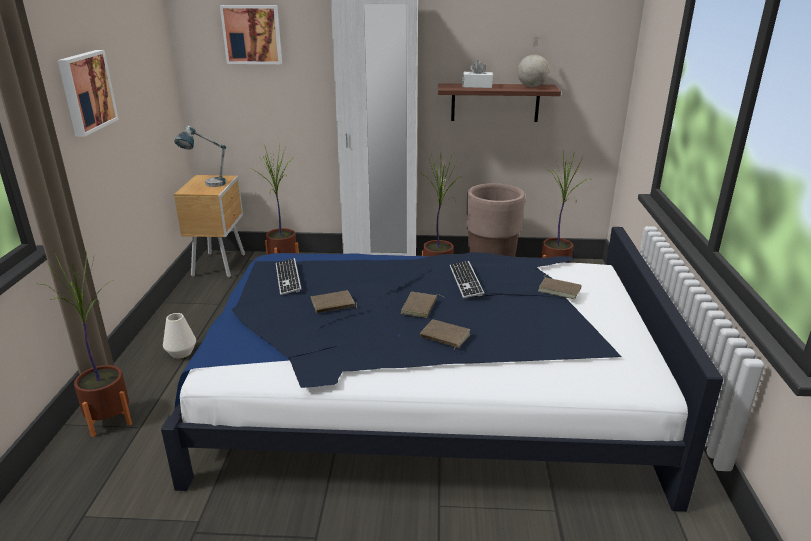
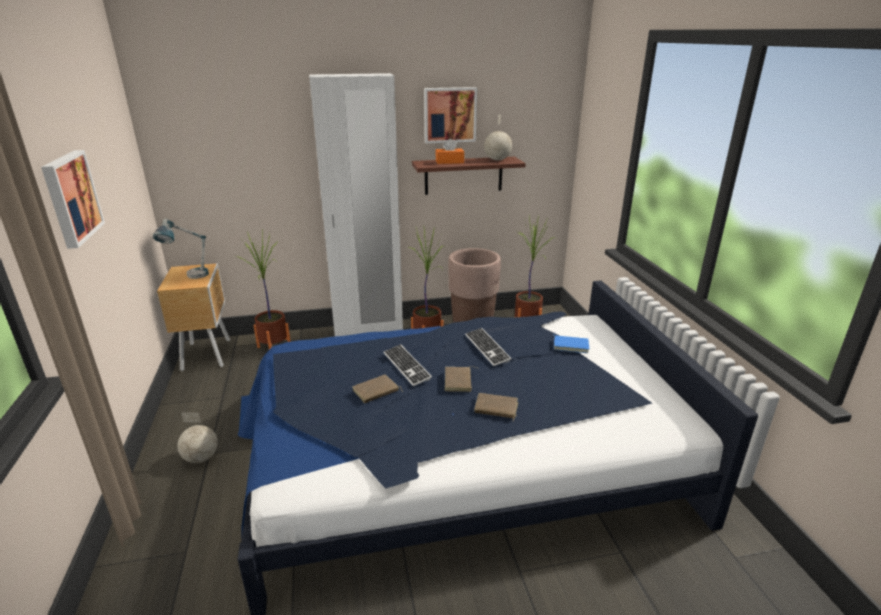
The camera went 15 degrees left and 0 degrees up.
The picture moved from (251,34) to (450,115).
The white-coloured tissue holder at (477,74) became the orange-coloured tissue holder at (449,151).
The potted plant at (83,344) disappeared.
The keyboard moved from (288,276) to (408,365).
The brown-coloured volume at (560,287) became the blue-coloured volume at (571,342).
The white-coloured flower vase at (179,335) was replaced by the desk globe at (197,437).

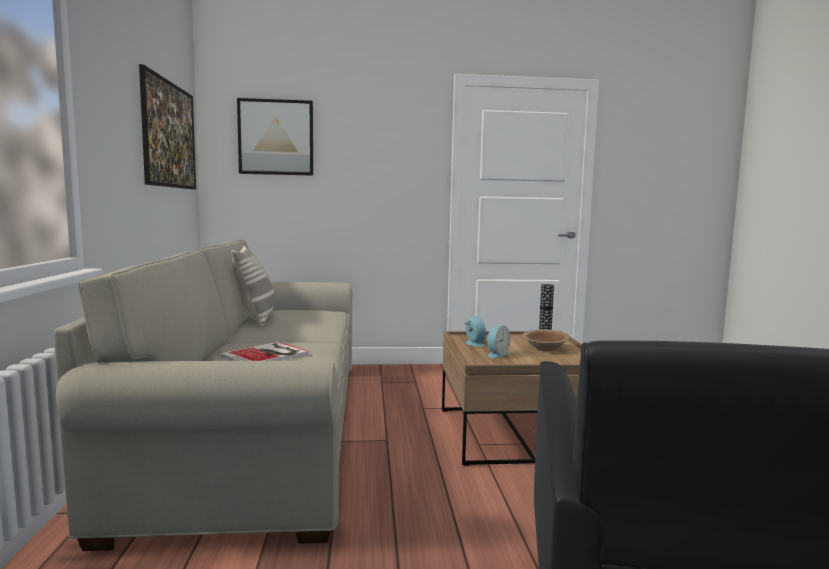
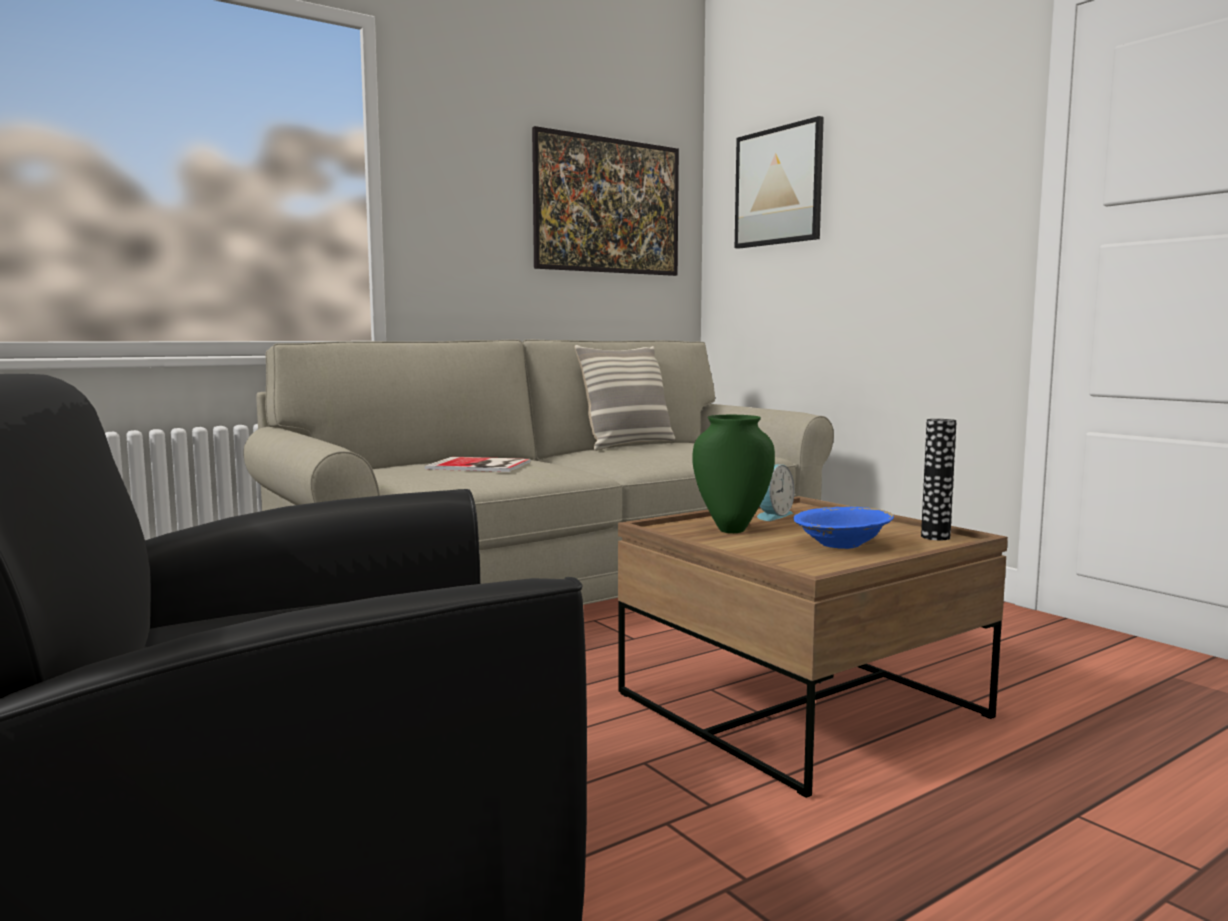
The camera went 60 degrees right and 0 degrees up.
The bedside clock at (498,342) was replaced by the green flower vase at (733,474).
The brown-coloured deep dish at (546,340) became the blue-coloured deep dish at (843,528).

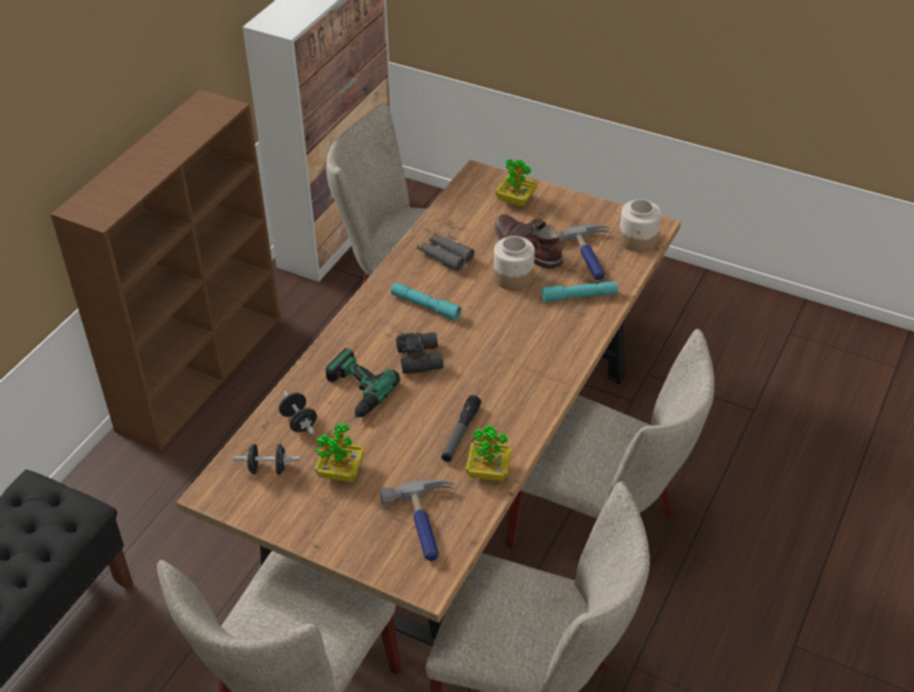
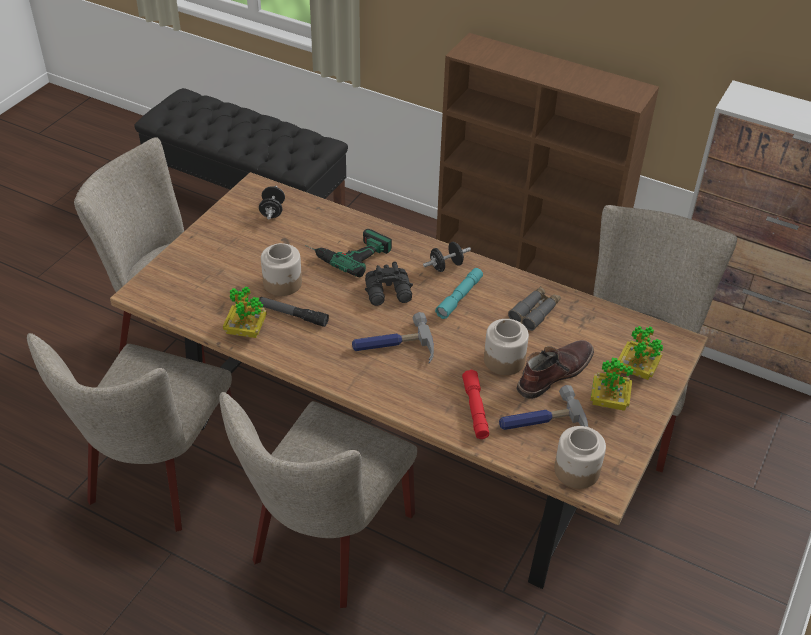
The camera went 90 degrees right and 0 degrees up.
The turquoise hand torch at (579,291) became the red-coloured hand torch at (475,404).
The black dumbbell moved from (298,412) to (447,257).
The potted plant moved from (339,452) to (611,384).
The hammer moved from (417,520) to (393,337).
The preserve jar at (281,269) appeared.

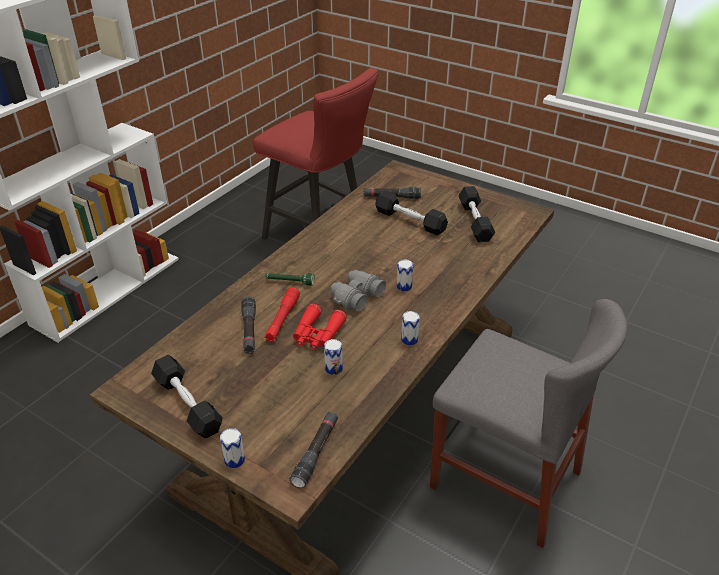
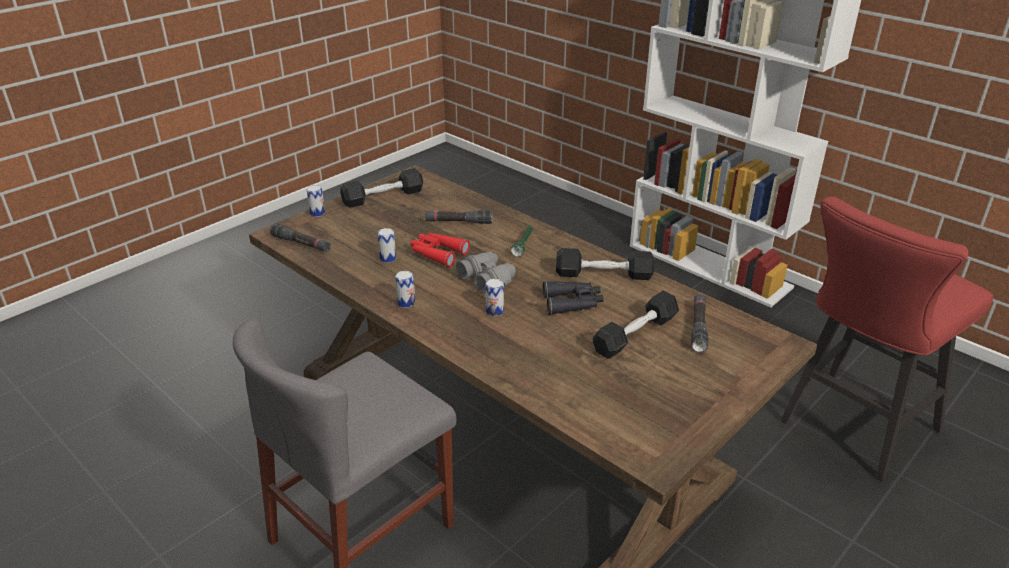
The camera went 100 degrees right and 5 degrees down.
The black dumbbell moved from (476,214) to (605,264).
The red-coloured hand torch at (282,314) disappeared.
The black pair of binoculars at (573,298) appeared.

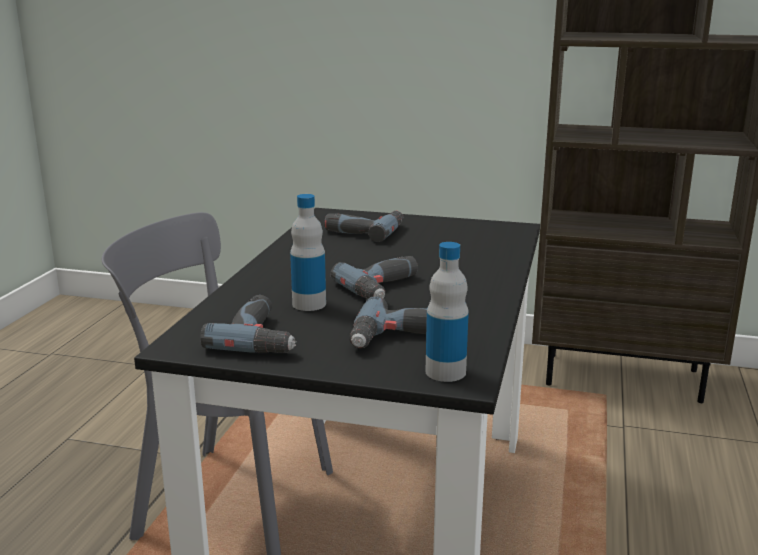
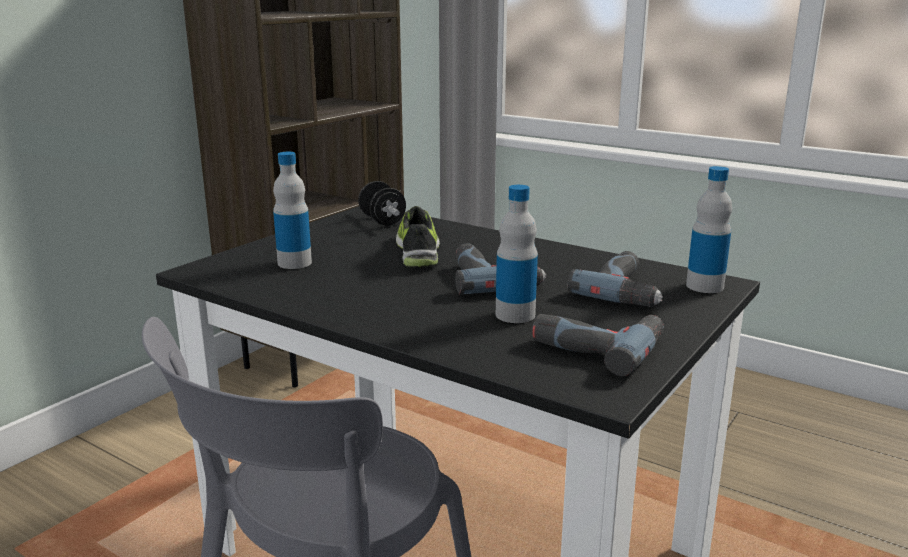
The camera went 70 degrees left and 0 degrees up.
The drill at (364,226) was replaced by the drink bottle at (292,210).
The black dumbbell at (382,203) appeared.
The shoe at (418,237) appeared.

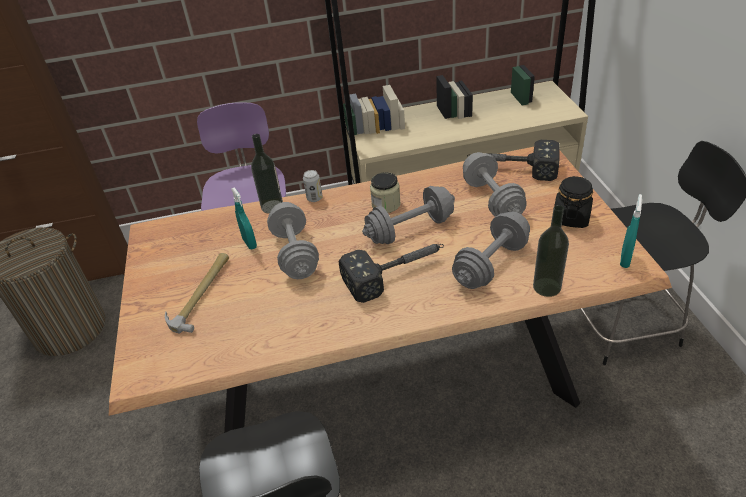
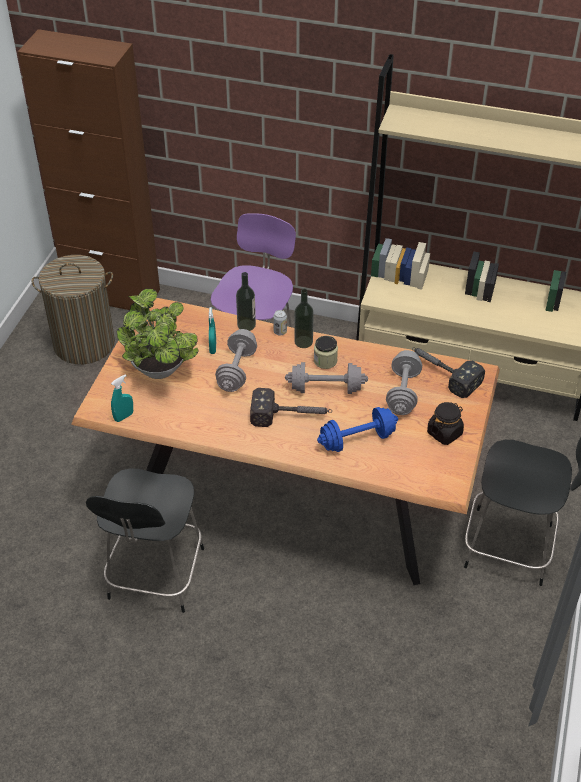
The camera went 25 degrees right and 5 degrees up.
The turquoise hand sprayer moved from (631,231) to (122,398).
The drink bottle moved from (551,251) to (304,318).
The greyish dumbbell at (491,250) became the blue-coloured dumbbell at (357,429).
The hammer at (197,293) was replaced by the potted plant at (158,334).

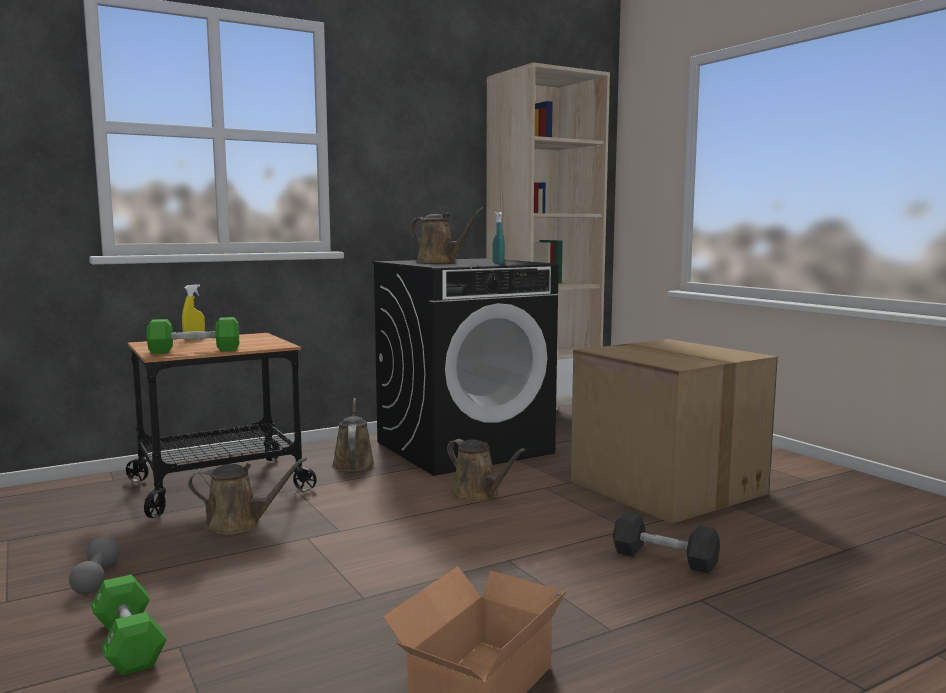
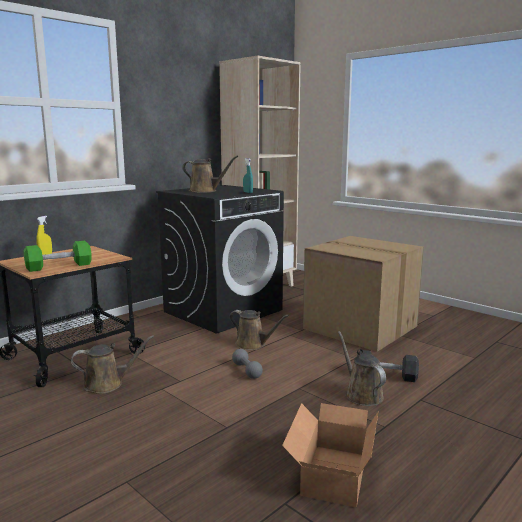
The camera went 15 degrees left and 5 degrees up.
The brown-coloured watering pot moved from (353,434) to (362,368).
The greyish dumbbell moved from (94,565) to (247,364).
The green dumbbell at (129,625) disappeared.

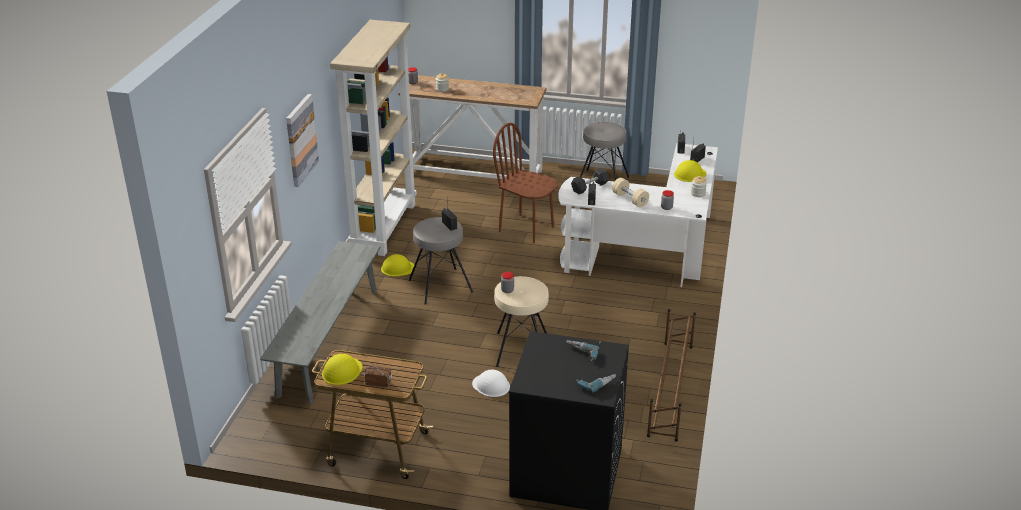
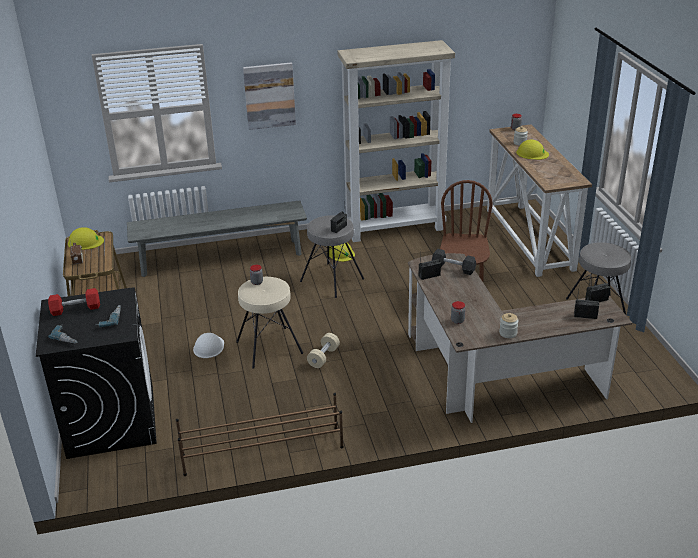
The camera went 65 degrees right and 0 degrees up.
The white-coloured desk table at (638,215) became the brown-coloured desk table at (520,338).
The yellow-coloured safety helmet moved from (690,171) to (532,150).
The sand-coloured dumbbell moved from (630,192) to (323,350).
The red-coloured dumbbell at (74,302) appeared.

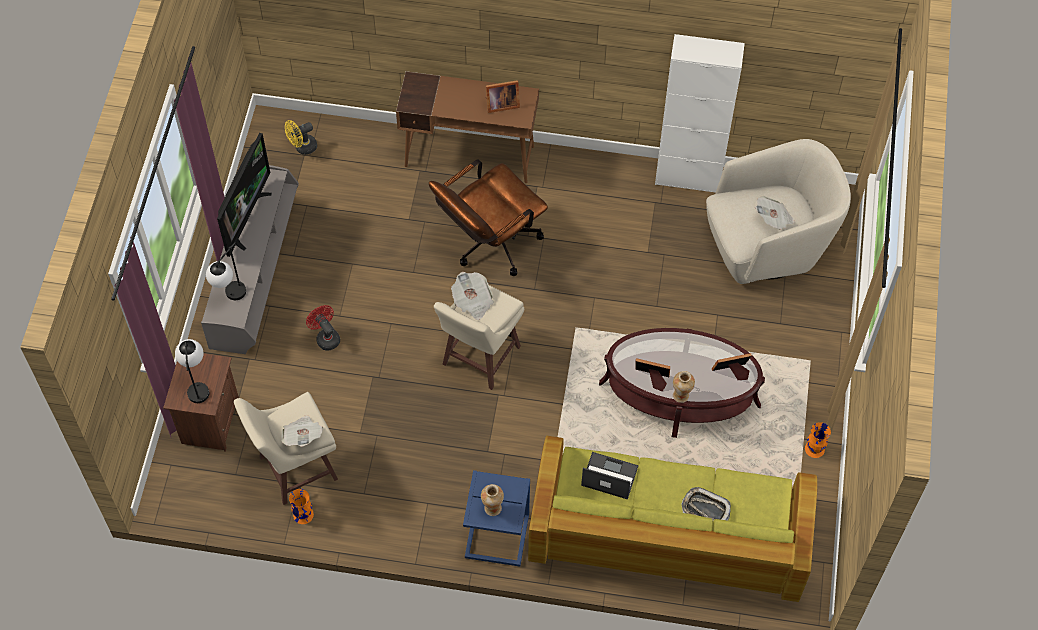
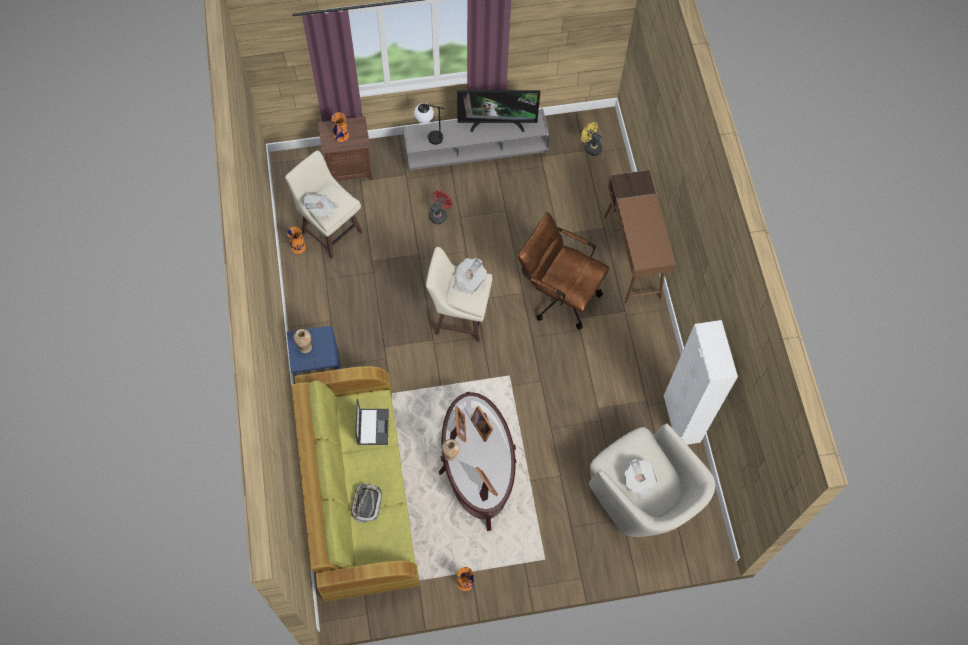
The camera went 70 degrees right and 5 degrees up.
The standing frame moved from (503,96) to (482,424).
The table lamp at (192,371) was replaced by the orange-coloured flower vase at (340,127).

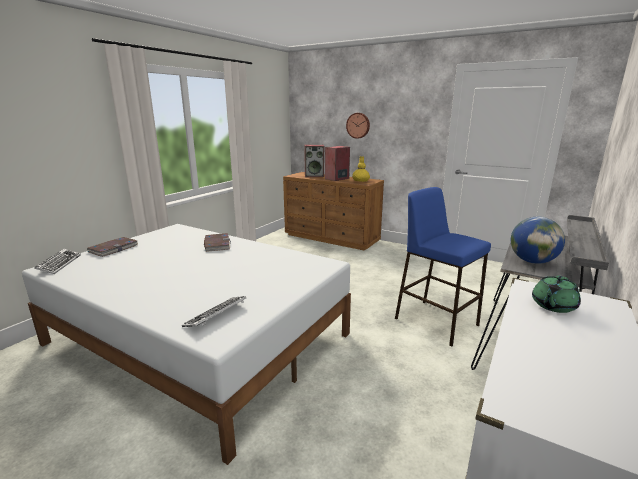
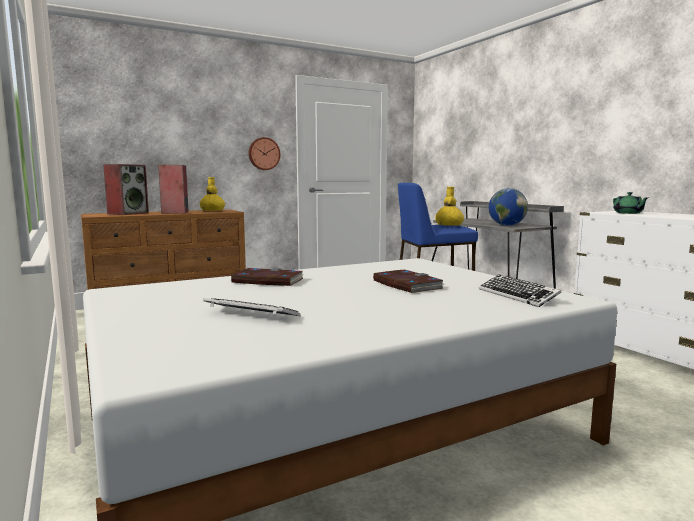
The camera went 60 degrees left and 10 degrees down.
The wall clock moved from (358,126) to (264,153).
The volume moved from (112,247) to (408,281).
The keyboard moved from (57,261) to (252,307).
The yellow-coloured flower vase at (449,206) appeared.

